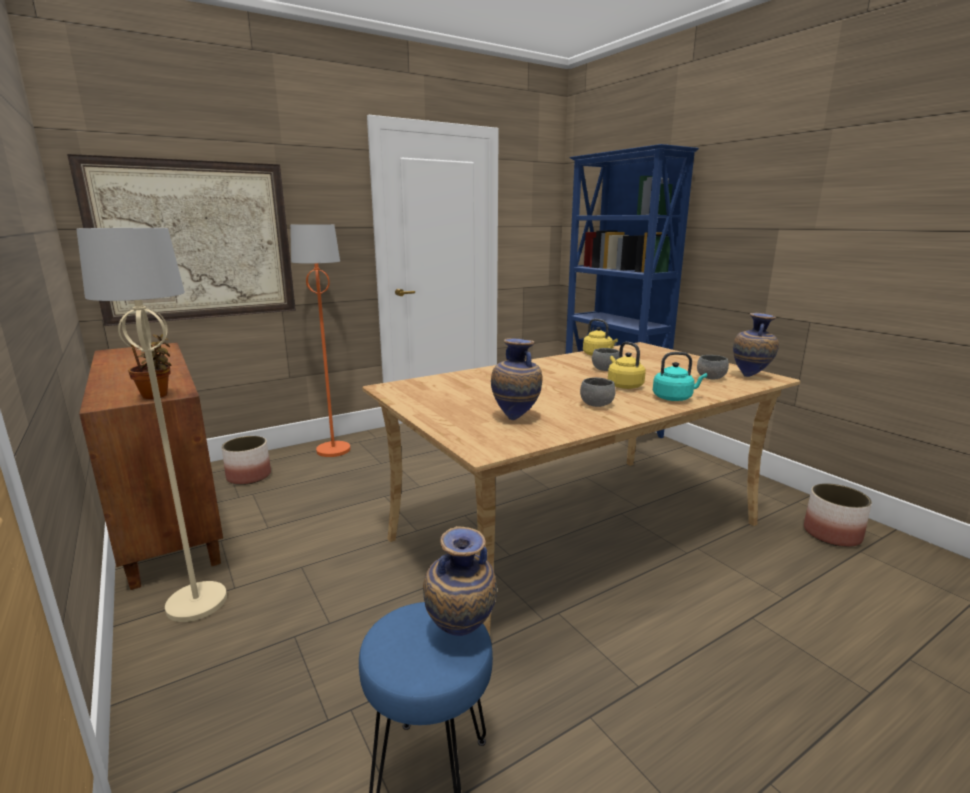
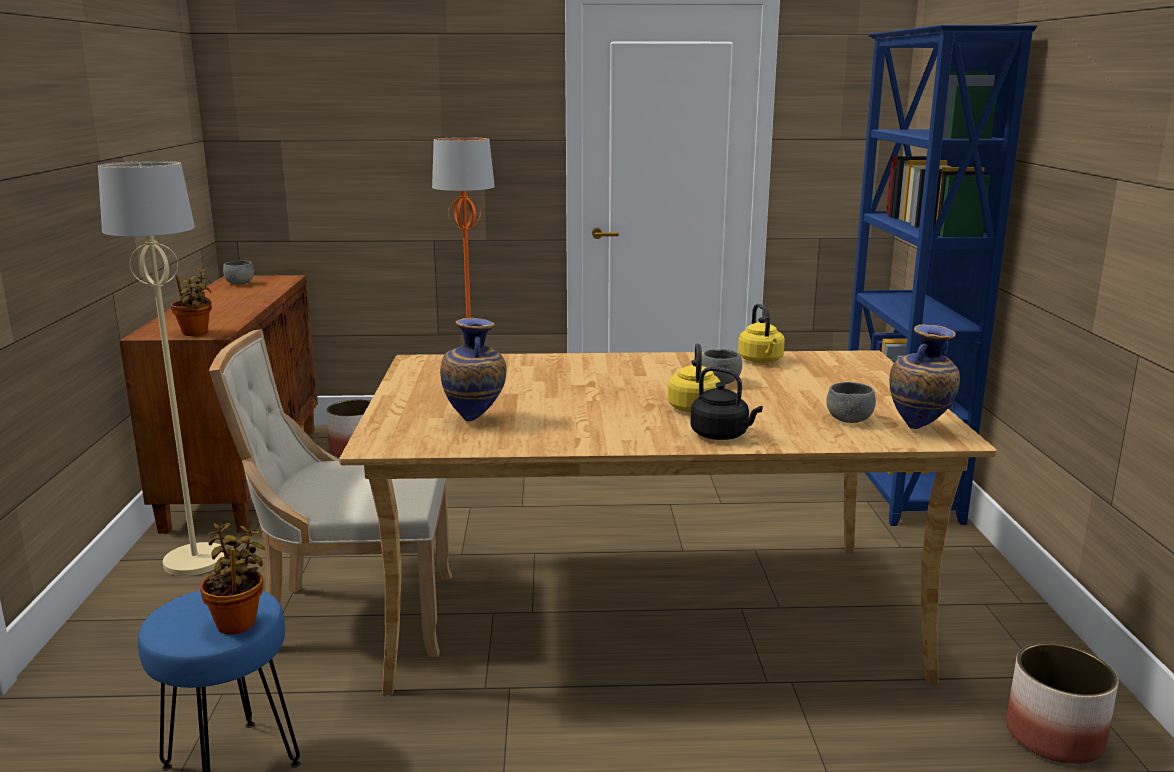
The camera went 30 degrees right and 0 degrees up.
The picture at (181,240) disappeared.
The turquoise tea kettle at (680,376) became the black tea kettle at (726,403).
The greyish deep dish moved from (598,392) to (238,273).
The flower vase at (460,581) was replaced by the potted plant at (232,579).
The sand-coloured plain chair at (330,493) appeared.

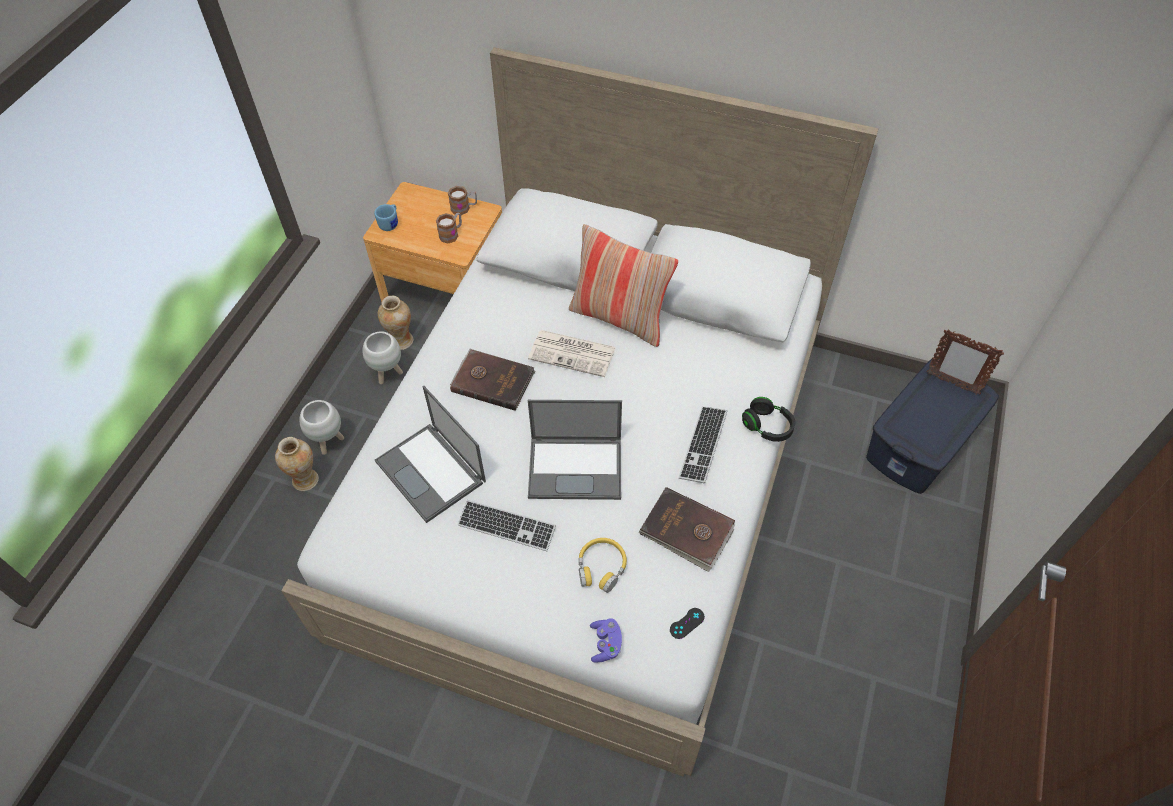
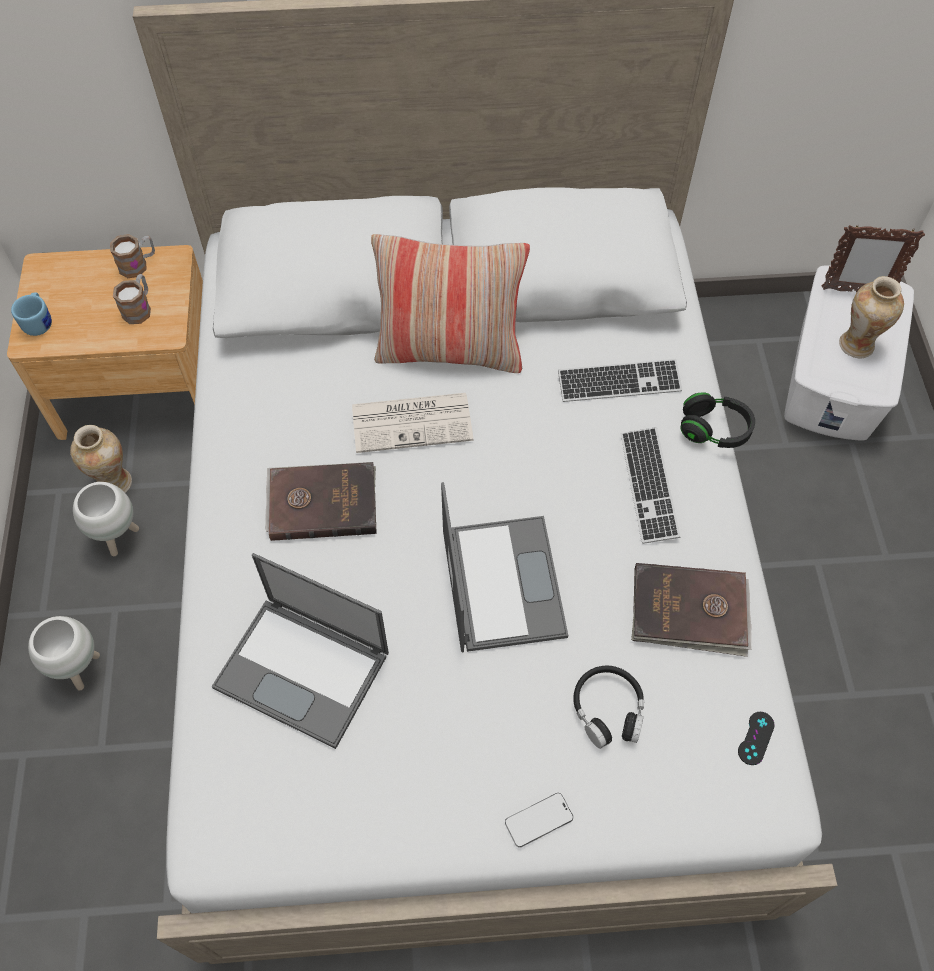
The camera went 25 degrees left and 5 degrees up.
The blue-coloured storage box at (932,426) became the white-coloured storage box at (849,353).
The laptop at (575,450) turned 75 degrees counterclockwise.
The flower vase moved from (297,464) to (871,317).
The keyboard moved from (507,525) to (620,380).
The yellow-coloured headphones at (603,565) became the black headphones at (608,707).
The purple game controller at (606,640) disappeared.
The telephone at (539,820) appeared.

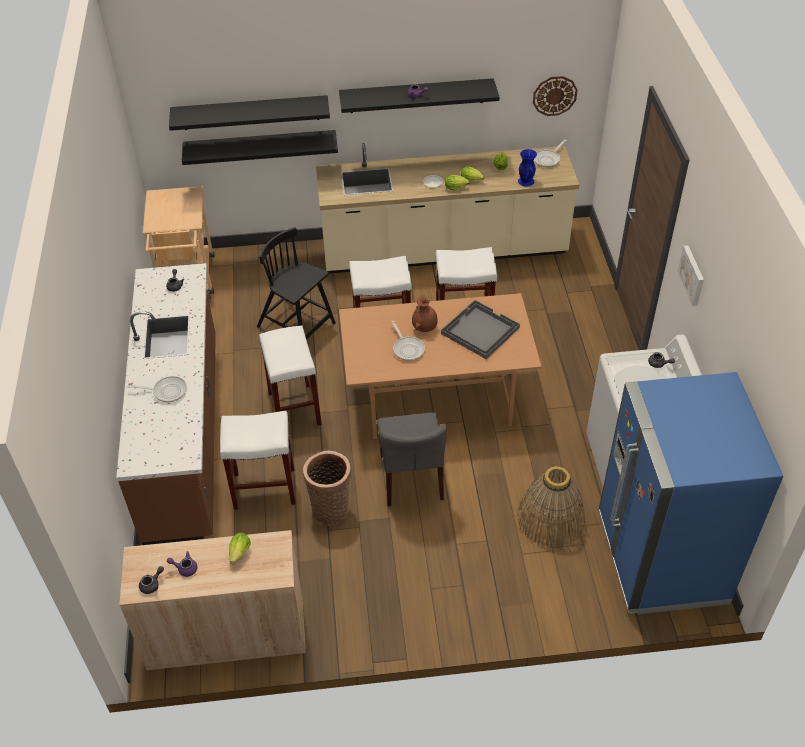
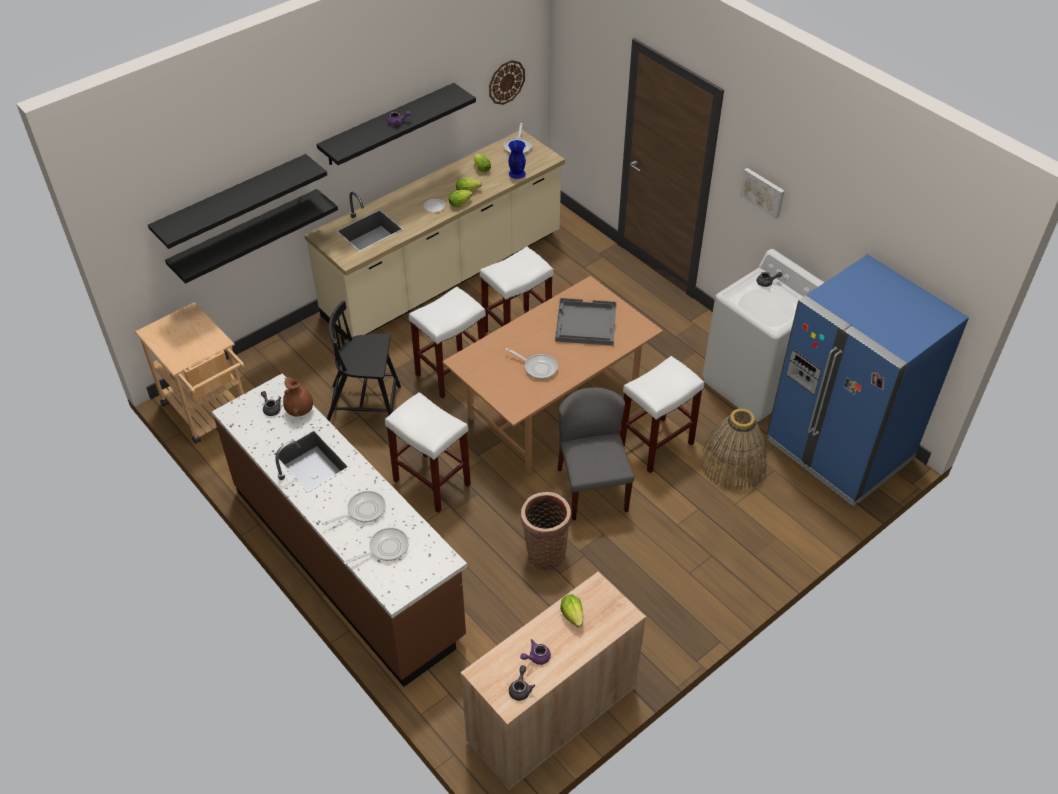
The camera went 35 degrees left and 0 degrees up.
The brown-coloured flower vase moved from (425,313) to (298,397).
The white-coloured stool seat moved from (257,460) to (662,414).
The greyish plain chair at (412,459) turned 150 degrees counterclockwise.
The skillet at (376,546) appeared.

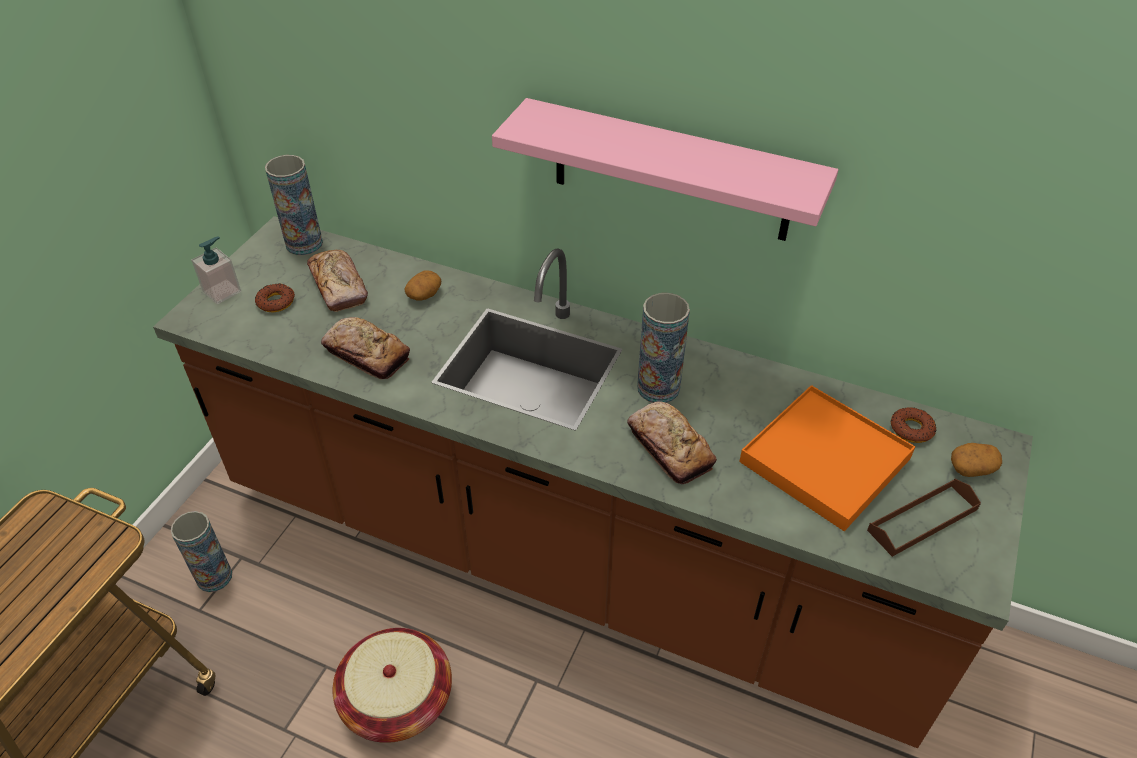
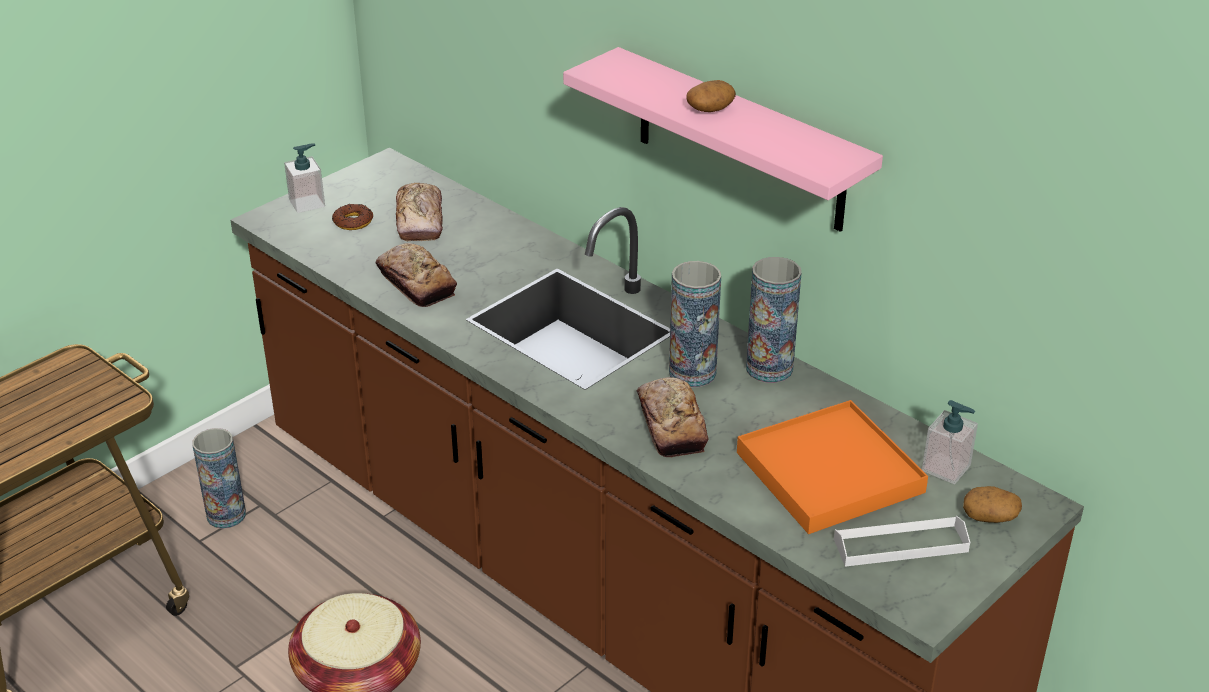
The camera went 20 degrees right and 10 degrees down.
The flower vase moved from (294,205) to (774,320).
The potato moved from (422,285) to (711,96).
The ring doughnut at (914,425) was replaced by the soap bottle at (950,442).
The brown-coloured carrying tray at (924,518) became the white-coloured carrying tray at (902,541).

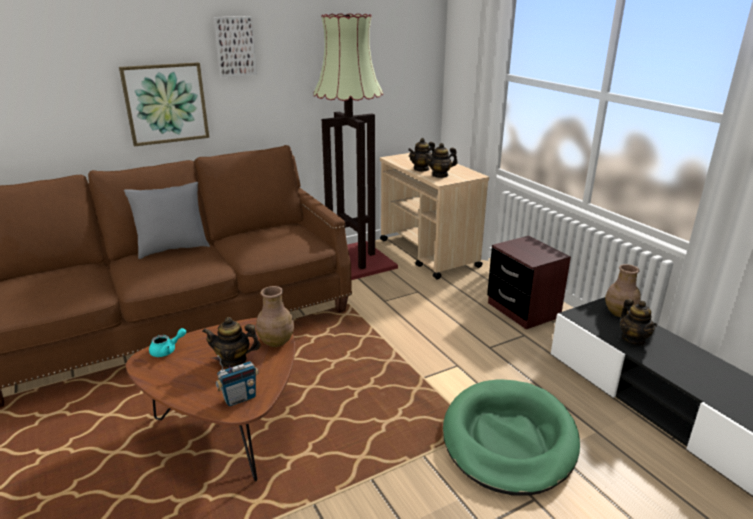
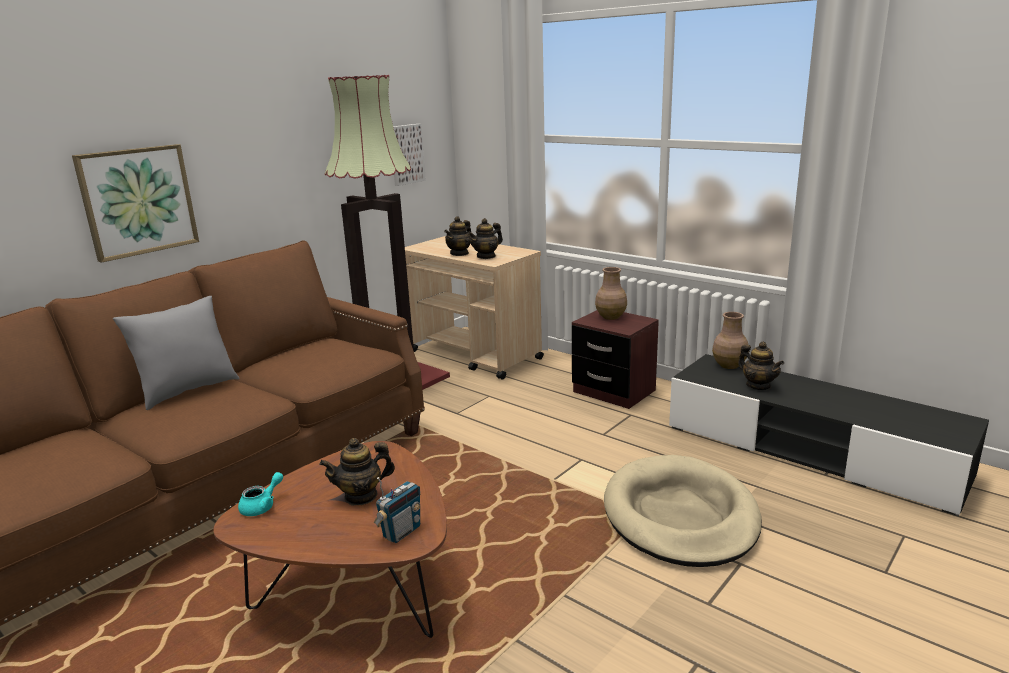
The camera went 20 degrees left and 5 degrees down.
The picture moved from (235,46) to (409,155).
The brown-coloured flower vase moved from (275,316) to (611,293).
The green pet bed at (511,437) became the sand-coloured pet bed at (683,511).

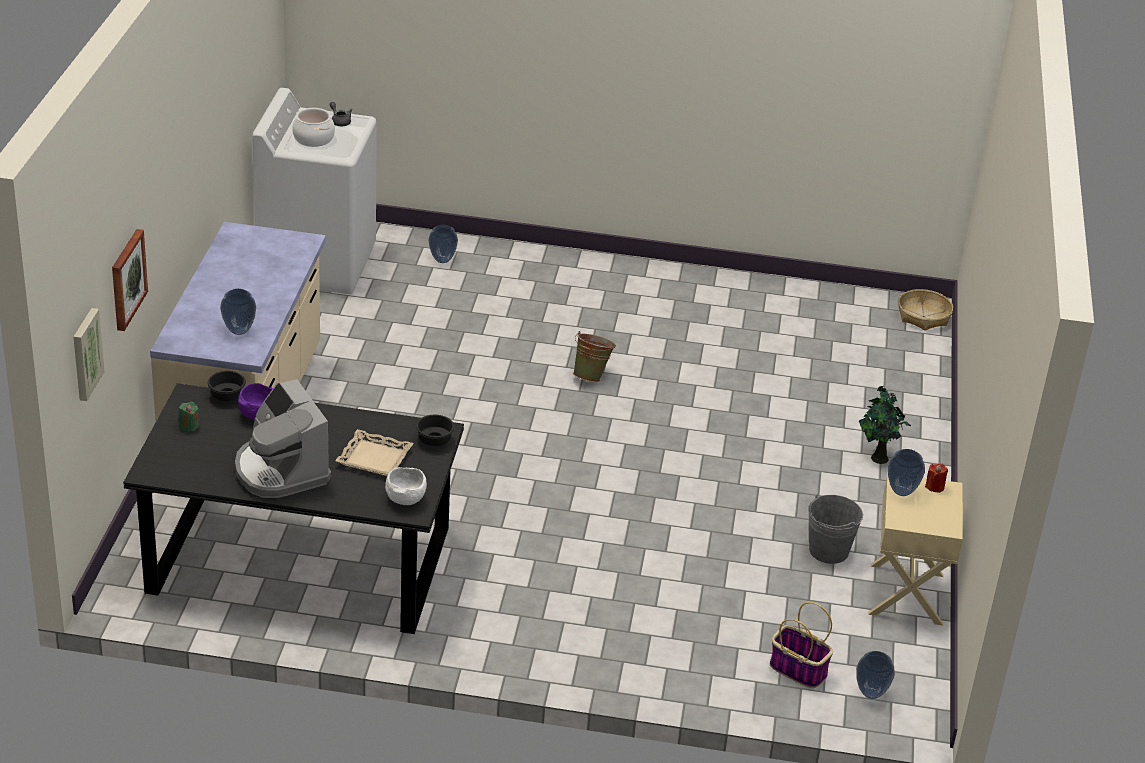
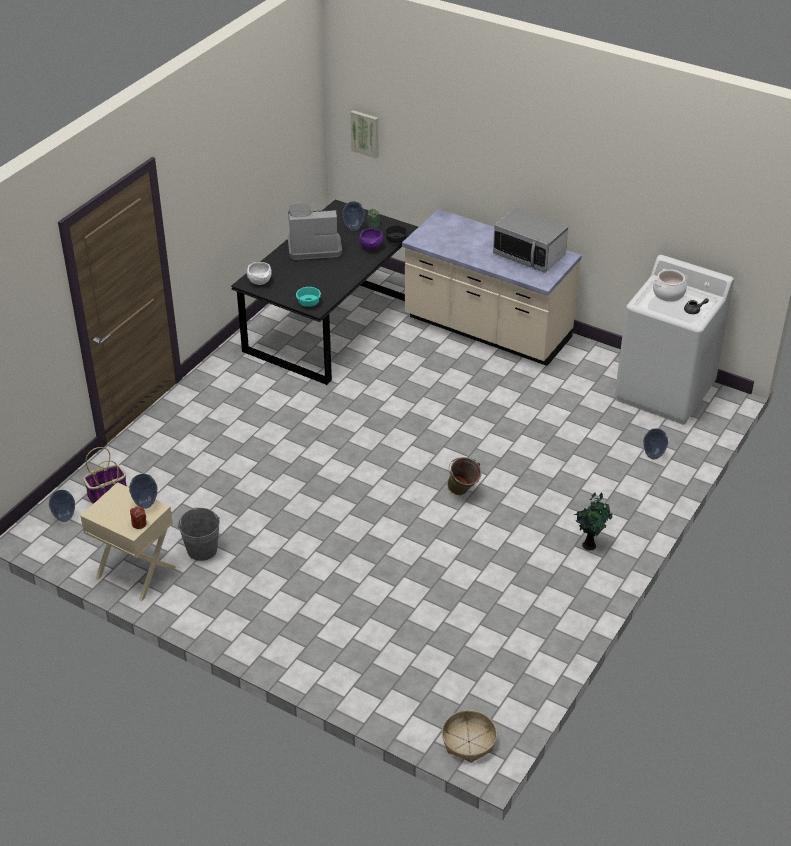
The camera went 115 degrees right and 5 degrees up.
The picture at (130,280) disappeared.
The flower vase moved from (238,312) to (353,216).
The potted plant moved from (885,425) to (593,522).
The black deep dish at (435,430) became the turquoise deep dish at (308,297).
The sand-coloured carrying tray at (374,452) disappeared.
The kitchen microwave at (530,240) appeared.

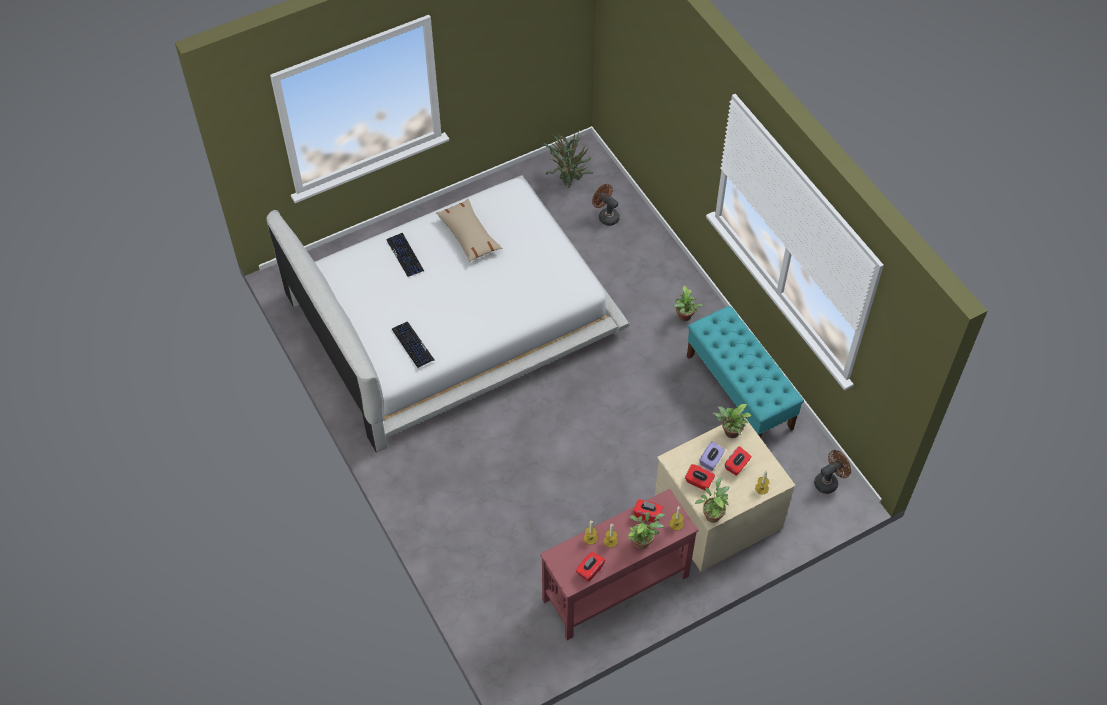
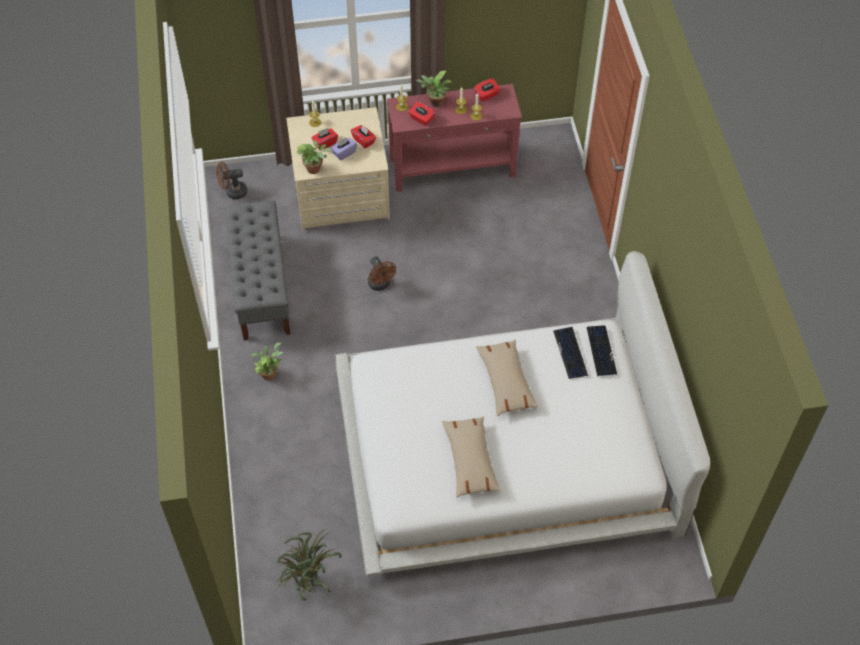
The camera went 160 degrees left and 0 degrees up.
The brown-coloured fan moved from (606,205) to (382,273).
The keyboard moved from (405,255) to (602,351).
The turquoise indoor bench at (745,372) became the greyish indoor bench at (258,270).
The potted plant at (712,500) disappeared.
The sand-coloured pillow at (507,378) appeared.

